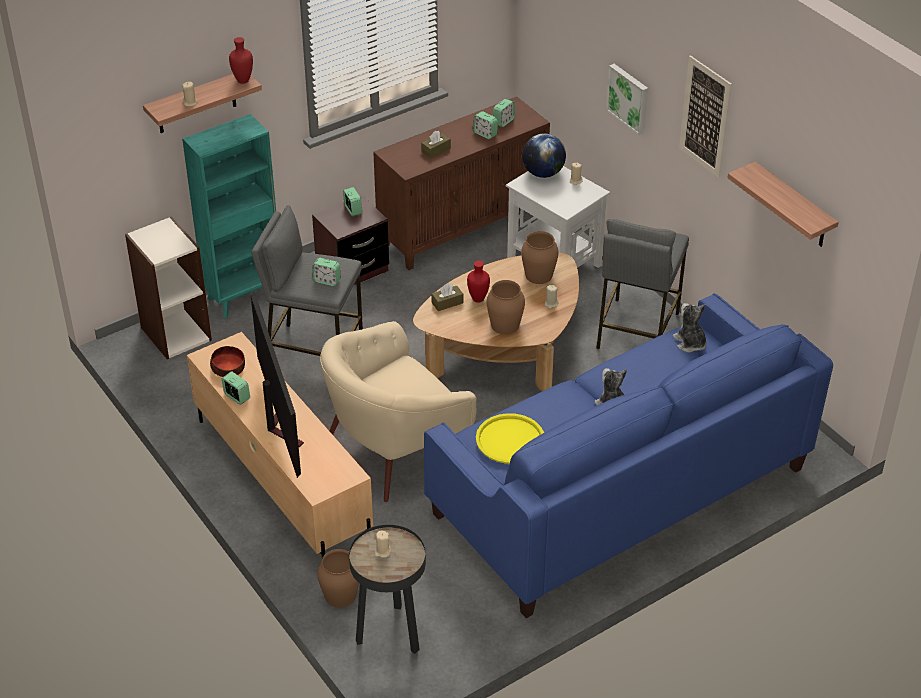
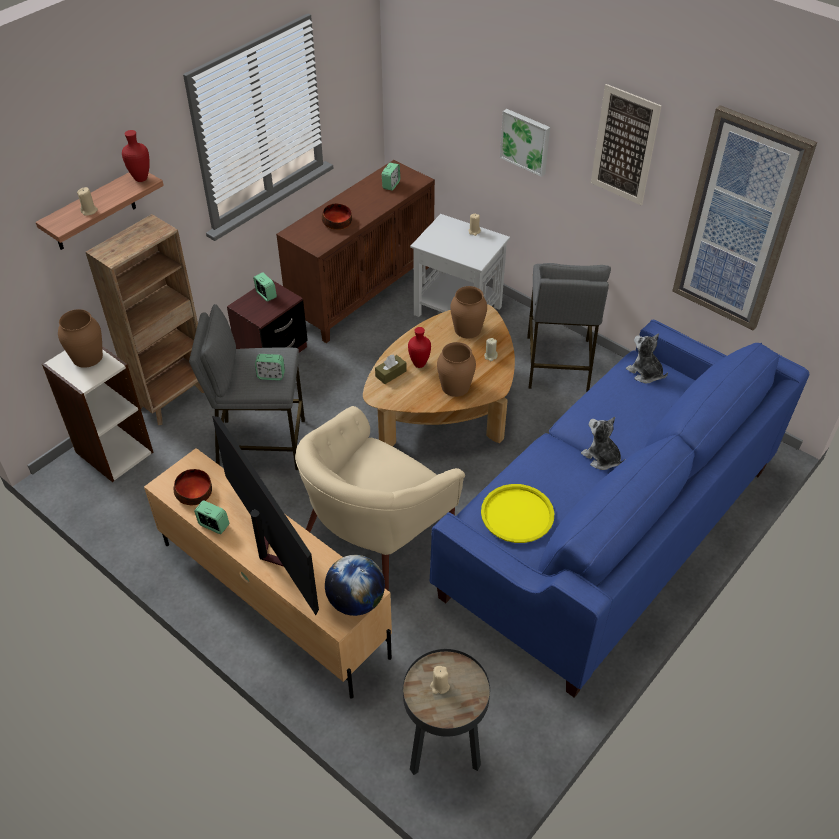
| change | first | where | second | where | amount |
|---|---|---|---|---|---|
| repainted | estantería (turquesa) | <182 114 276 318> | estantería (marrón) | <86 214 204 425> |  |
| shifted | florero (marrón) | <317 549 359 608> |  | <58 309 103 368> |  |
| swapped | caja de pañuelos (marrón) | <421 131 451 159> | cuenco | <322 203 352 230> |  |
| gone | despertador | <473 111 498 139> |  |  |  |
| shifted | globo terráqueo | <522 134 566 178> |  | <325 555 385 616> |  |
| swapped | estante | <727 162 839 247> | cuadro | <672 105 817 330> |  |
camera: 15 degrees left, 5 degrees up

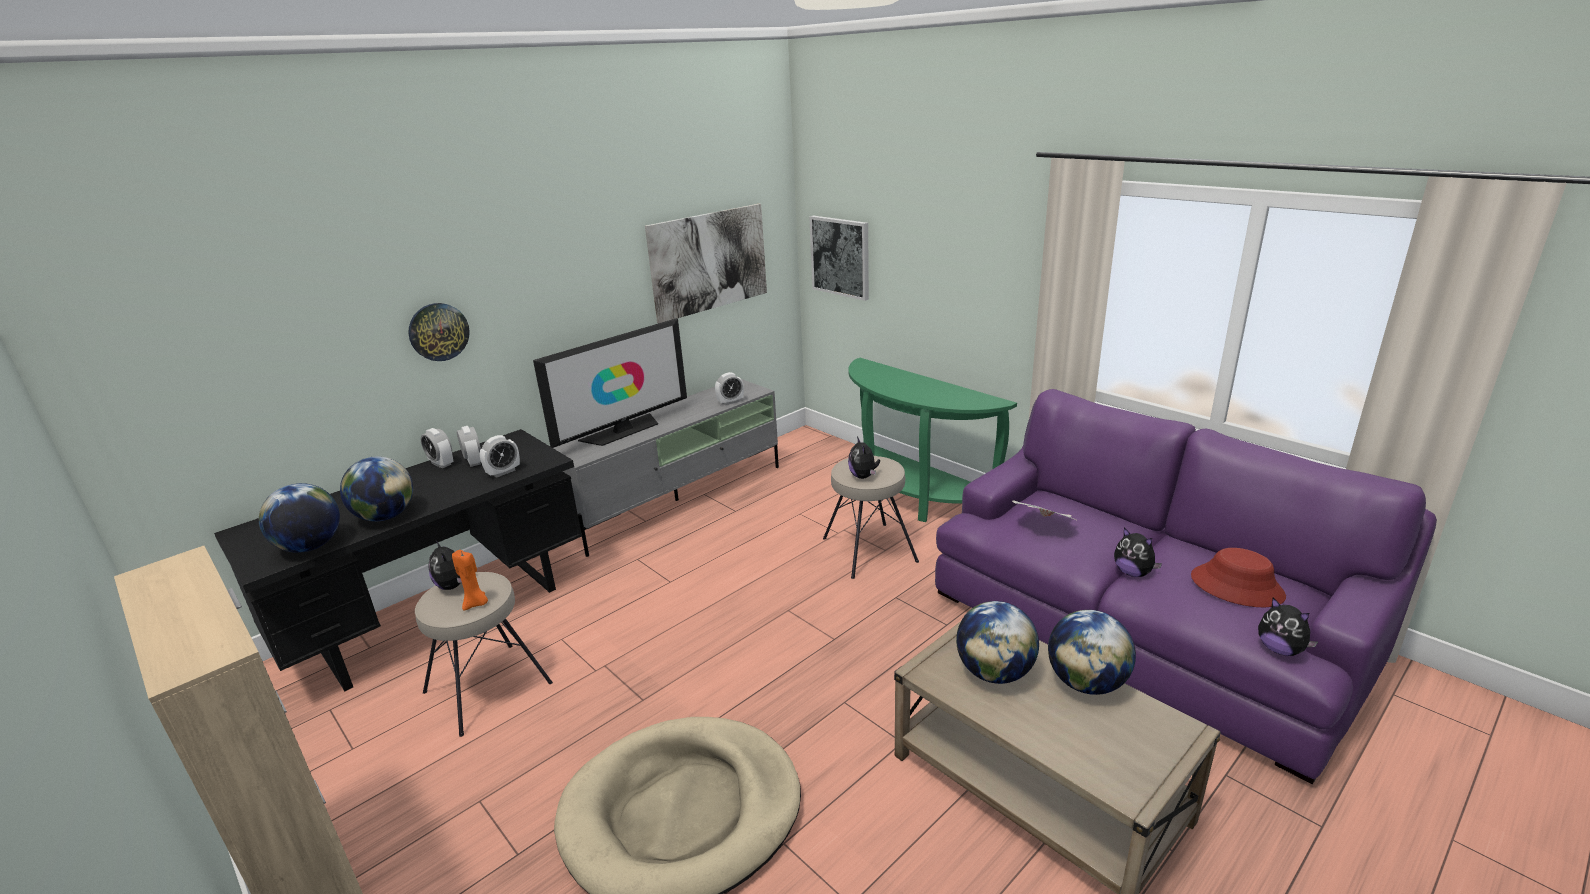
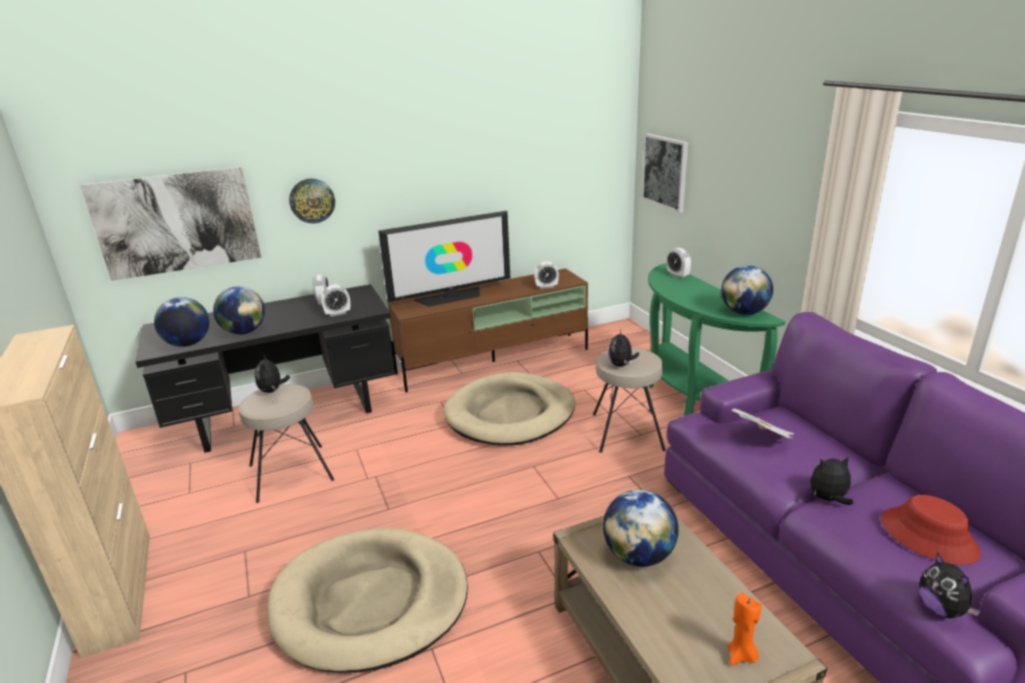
| change | first | where | second | where | amount |
|---|---|---|---|---|---|
| shifted | despertador | <421 428 454 468> |  | <667 248 691 278> |  |
| shifted | vela (naranja) | <452 550 488 611> |  | <727 592 762 665> |  |
| repainted | mueble de televisión (gris) | <554 379 779 557> | mueble de televisión (marrón) | <387 268 588 392> |  |
| shifted | cuadro | <645 204 767 323> |  | <80 167 261 281> |  |
| shifted | globo terráqueo | <1048 610 1136 695> |  | <721 265 773 315> |  |
| rotated | peluche | <1114 528 1162 577> |  | <810 456 853 505> | 105 degrees clockwise |
| new |  |  | cama para perro (beis) | <444 372 575 445> |  |
camera: 20 degrees right, 0 degrees up

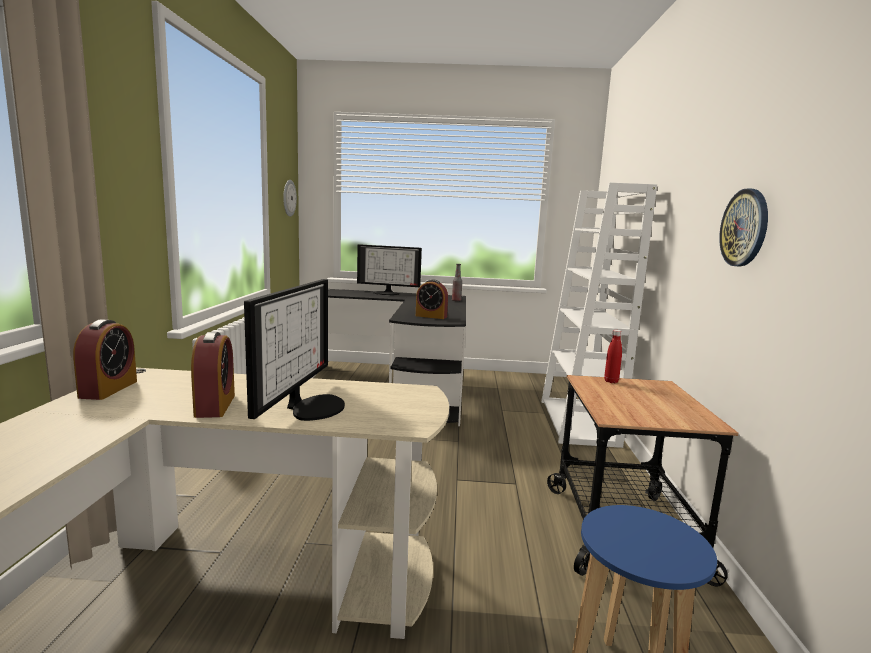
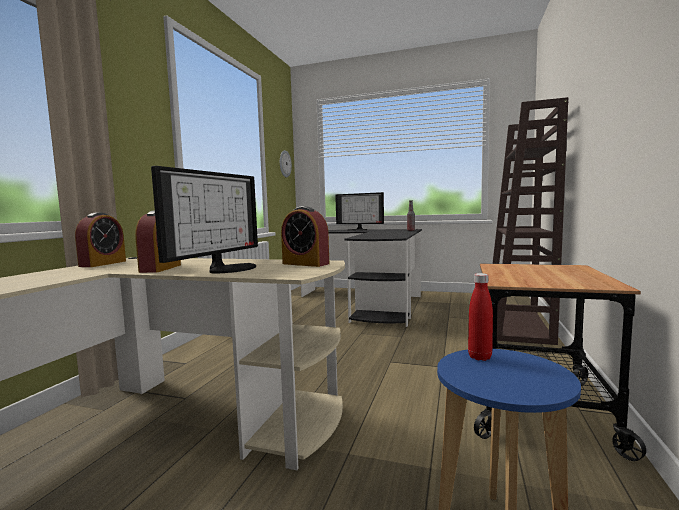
| change | first | where | second | where | amount |
|---|---|---|---|---|---|
| shifted | despertador | <416 279 448 319> |  | <281 206 329 267> |  |
| repainted | estantería (blanco) | <541 183 657 448> | estantería (marrón) | <492 97 568 345> |  |
| shifted | botella (rojo) | <604 330 622 383> |  | <468 273 493 361> |  |
| gone | reloj de pared | <719 188 768 267> |  |  |  |
camera: 15 degrees right, 5 degrees down

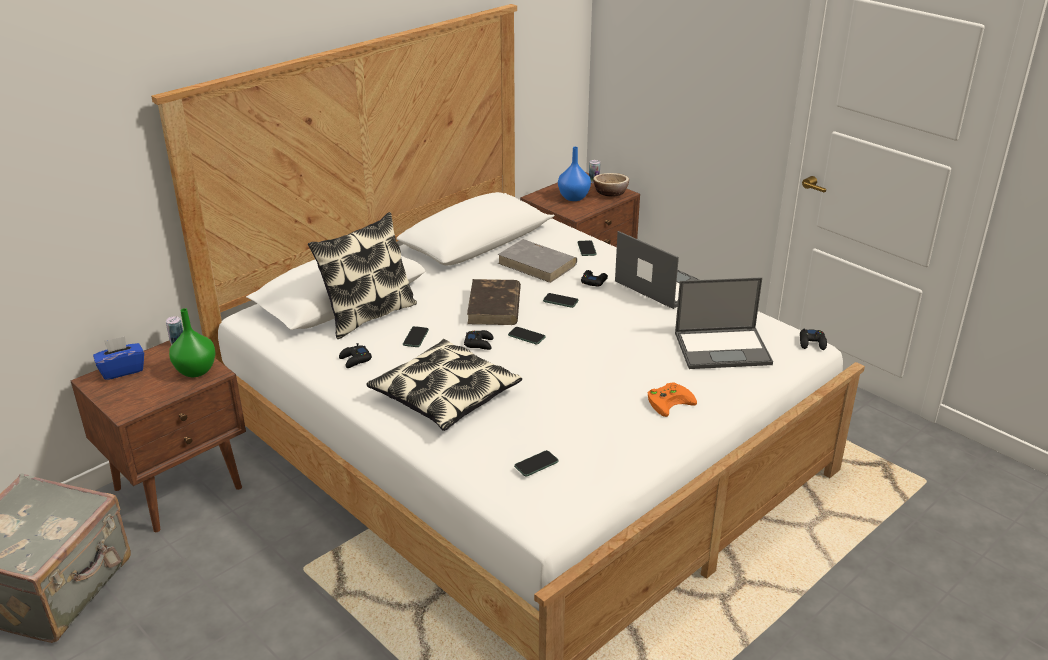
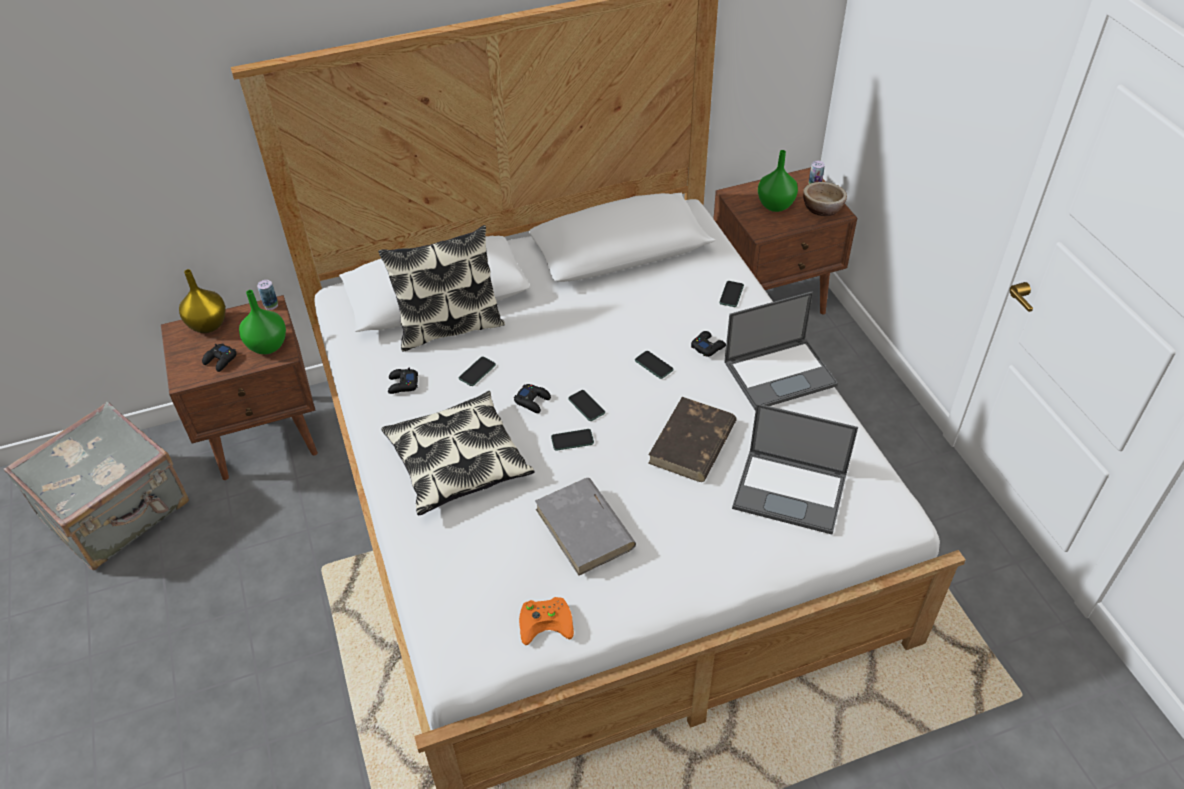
| change | first | where | second | where | amount |
|---|---|---|---|---|---|
| swapped | caja de pañuelos (azul) | <93 336 144 380> | florero (amarillo) | <179 269 226 333> |  |
| shifted | libro (marrón) | <467 279 521 325> |  | <648 397 737 482> |  |
| shifted | libro (gris) | <498 239 577 283> |  | <535 478 636 576> |  |
| shifted | móvil | <514 450 559 477> |  | <551 429 594 451> |  |
| repainted | florero (azul) | <558 147 591 201> | florero (verde) | <758 150 798 212> |  |
| rotated | portátil | <615 231 700 309> |  | <724 291 838 410> | 90 degrees clockwise |
| shifted | mando de consola (naranja) | <648 382 697 417> |  | <519 597 574 645> |  |
| shifted | mando de consola (negro) | <800 328 827 350> |  | <202 343 237 372> |  |
camera: 25 degrees right, 15 degrees up

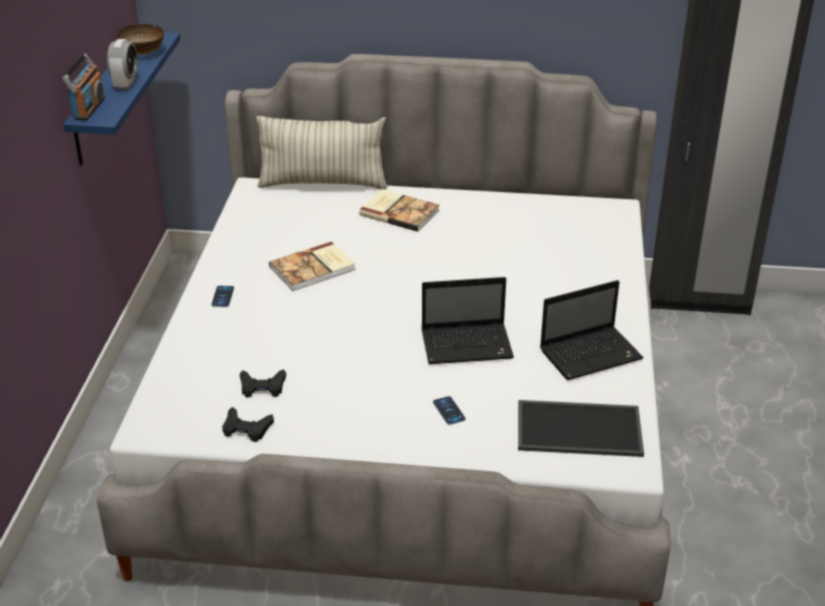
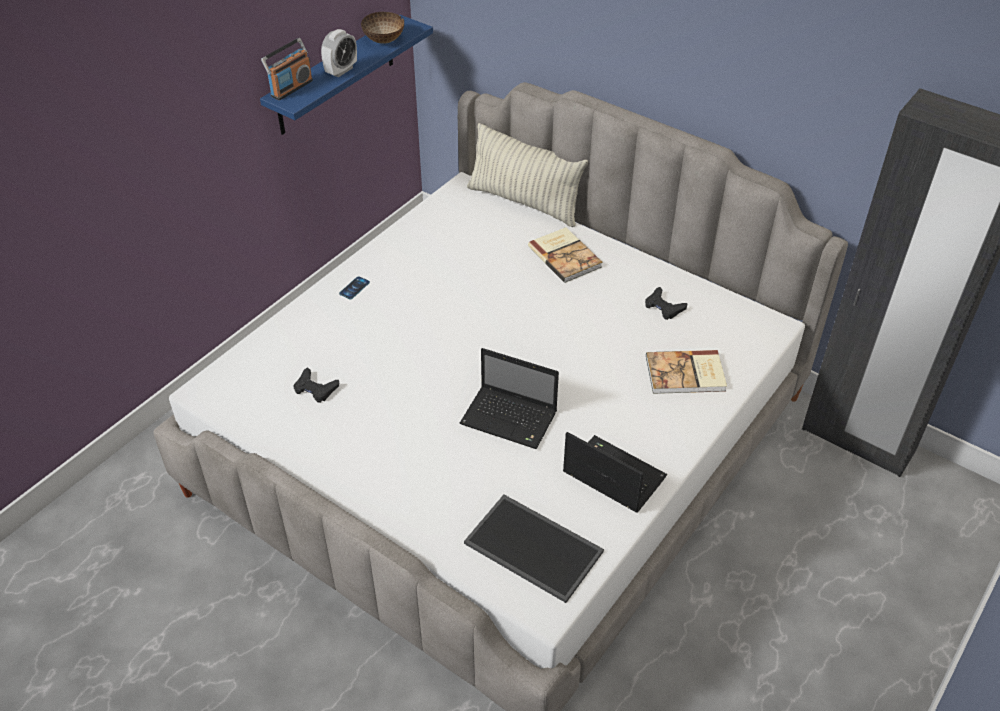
| change | first | where | second | where | amount |
|---|---|---|---|---|---|
| shifted | mando de consola (negro) | <222 407 274 442> |  | <645 287 688 320> |  |
| shifted | libro | <269 242 356 291> |  | <646 350 727 394> |  |
| gone | móvil | <433 396 466 425> |  |  |  |
| rotated | portátil | <540 280 644 380> |  | <563 432 667 513> | 150 degrees counterclockwise |
camera: 30 degrees right, 10 degrees up

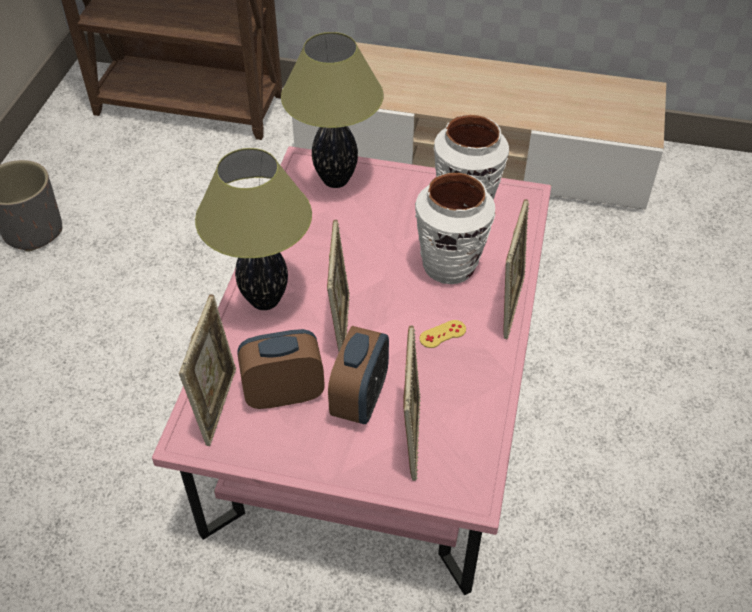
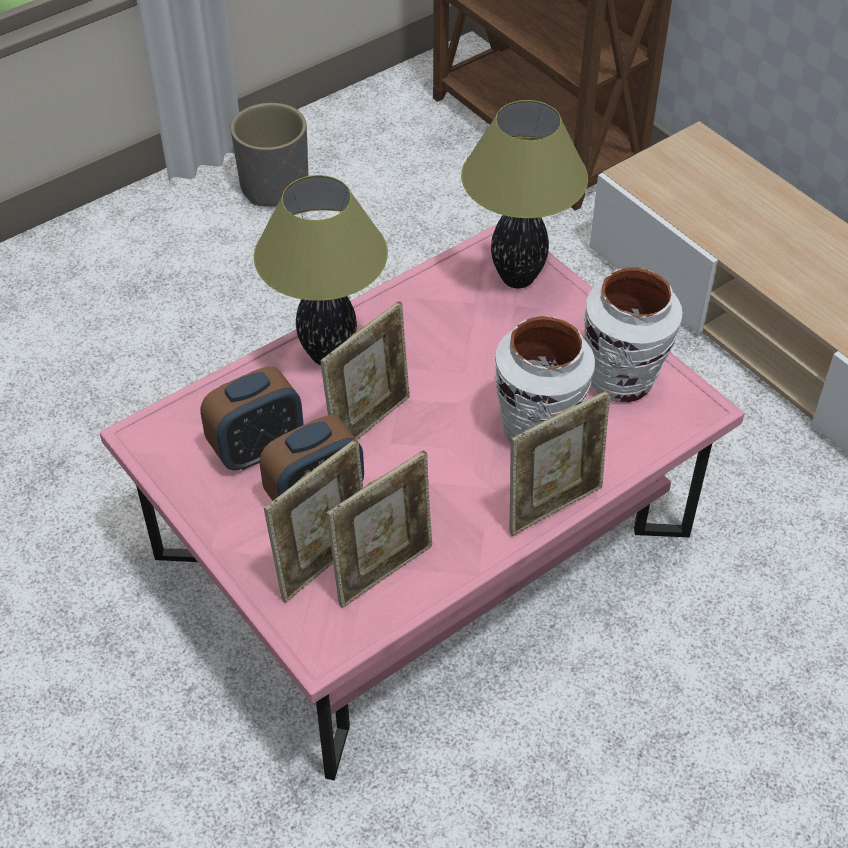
| change | first | where | second | where | amount |
|---|---|---|---|---|---|
| shifted | portarretratos | <179 294 236 446> |  | <326 450 432 608> |  |
| rotated | despertador | <237 329 325 409> |  | <200 366 304 470> | 120 degrees clockwise |
| gone | mando de consola (amarillo) | <420 320 466 348> |  |  |  |
camera: 40 degrees right, 0 degrees up

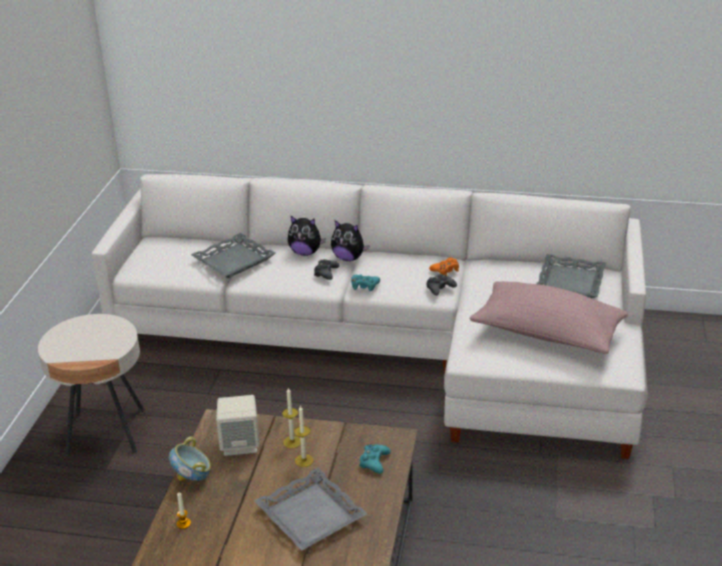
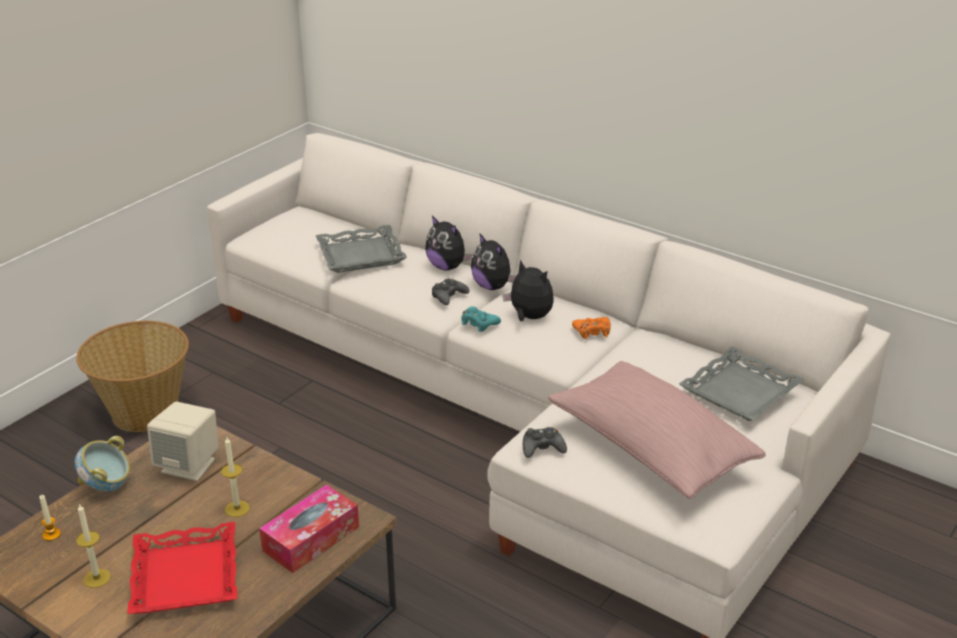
| change | first | where | second | where | amount |
|---|---|---|---|---|---|
| swapped | mesa auxiliar (beis) | <38 314 144 457> | cesta | <76 321 189 432> |  |
| repainted | bandeja (gris) | <254 468 368 551> | bandeja (rojo) | <127 522 237 614> |  |
| shifted | vela | <282 388 301 448> |  | <76 503 111 588> |  |
| swapped | mando de consola (turquesa) | <359 443 391 474> | caja de pañuelos | <259 485 359 573> |  |
| shifted | mando de consola (negro) | <427 274 457 296> |  | <523 427 567 458> |  |
| new |  |  | peluche | <503 260 554 321> |  |
camera: 25 degrees right, 0 degrees up

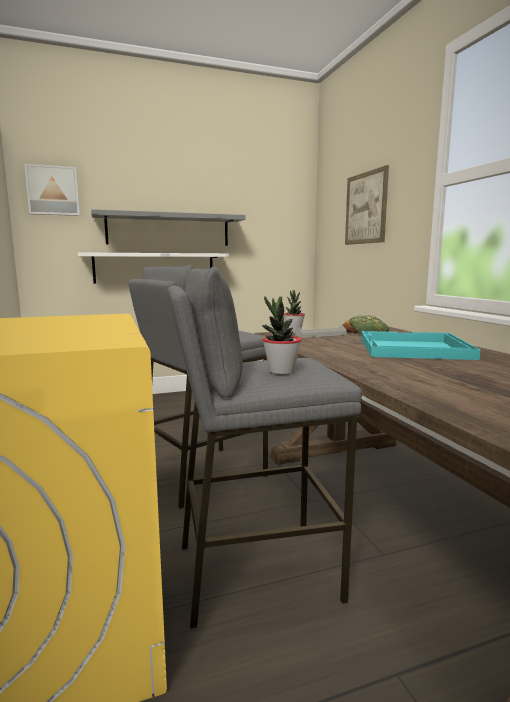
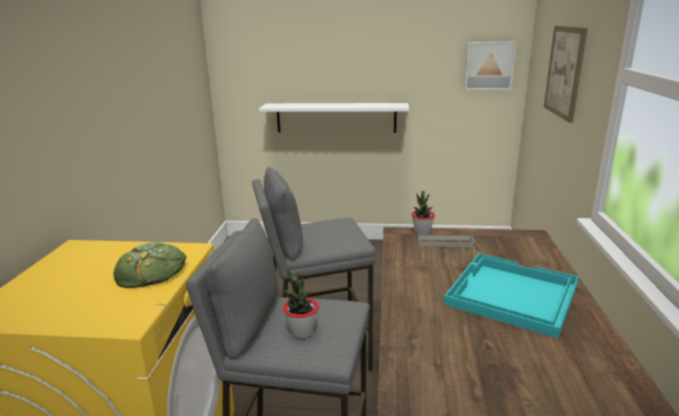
| change | first | where | second | where | amount |
|---|---|---|---|---|---|
| shifted | cuadro | <24 164 80 216> |  | <464 41 516 90> |  |
| gone | estante (gris) | <91 209 246 246> |  |  |  |
| shifted | pan | <343 315 389 334> |  | <113 242 187 288> |  |
camera: 25 degrees right, 10 degrees up

